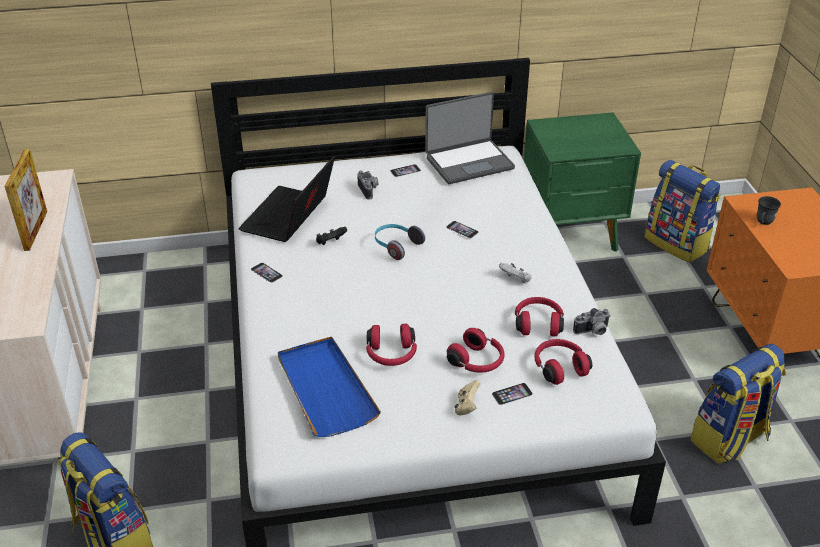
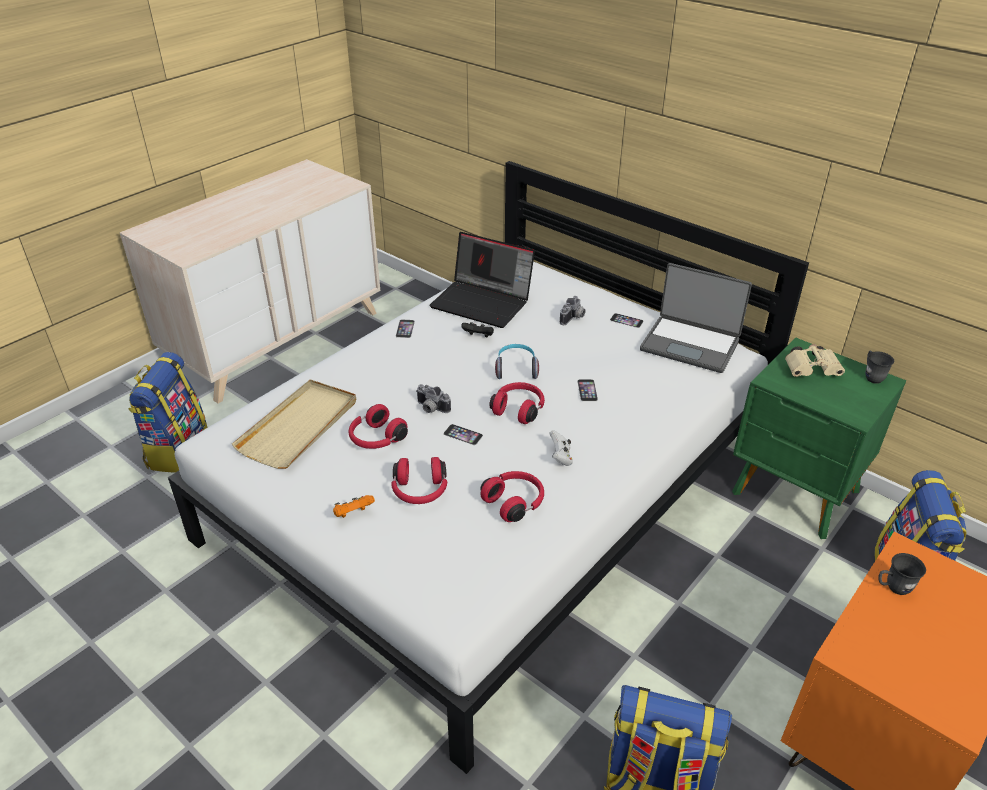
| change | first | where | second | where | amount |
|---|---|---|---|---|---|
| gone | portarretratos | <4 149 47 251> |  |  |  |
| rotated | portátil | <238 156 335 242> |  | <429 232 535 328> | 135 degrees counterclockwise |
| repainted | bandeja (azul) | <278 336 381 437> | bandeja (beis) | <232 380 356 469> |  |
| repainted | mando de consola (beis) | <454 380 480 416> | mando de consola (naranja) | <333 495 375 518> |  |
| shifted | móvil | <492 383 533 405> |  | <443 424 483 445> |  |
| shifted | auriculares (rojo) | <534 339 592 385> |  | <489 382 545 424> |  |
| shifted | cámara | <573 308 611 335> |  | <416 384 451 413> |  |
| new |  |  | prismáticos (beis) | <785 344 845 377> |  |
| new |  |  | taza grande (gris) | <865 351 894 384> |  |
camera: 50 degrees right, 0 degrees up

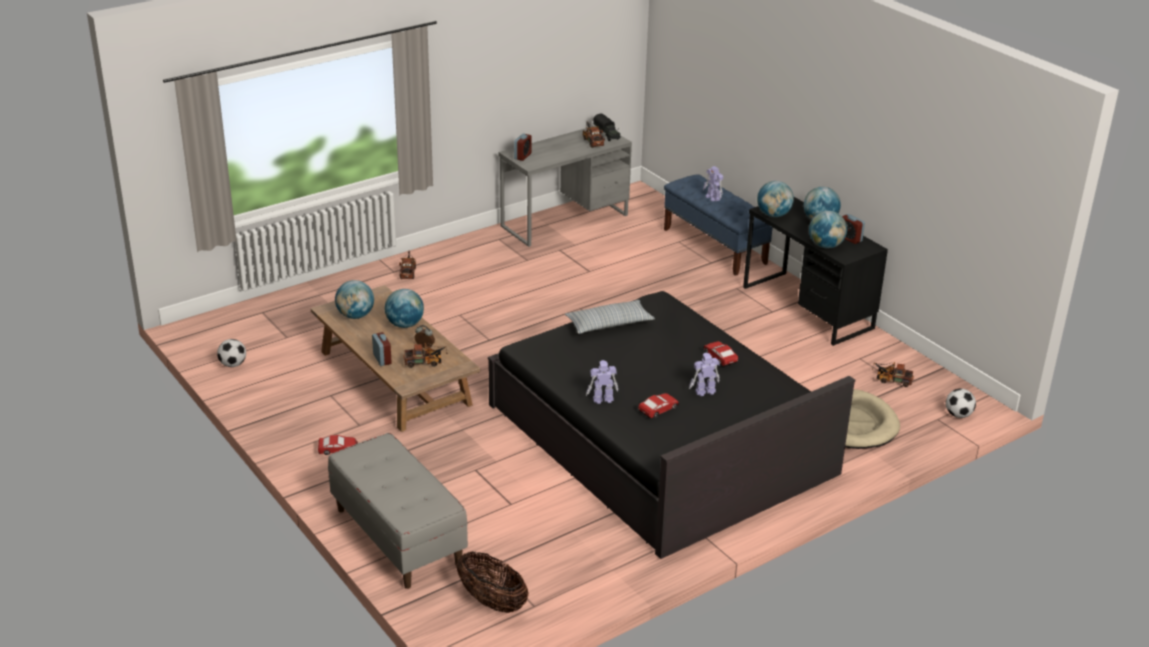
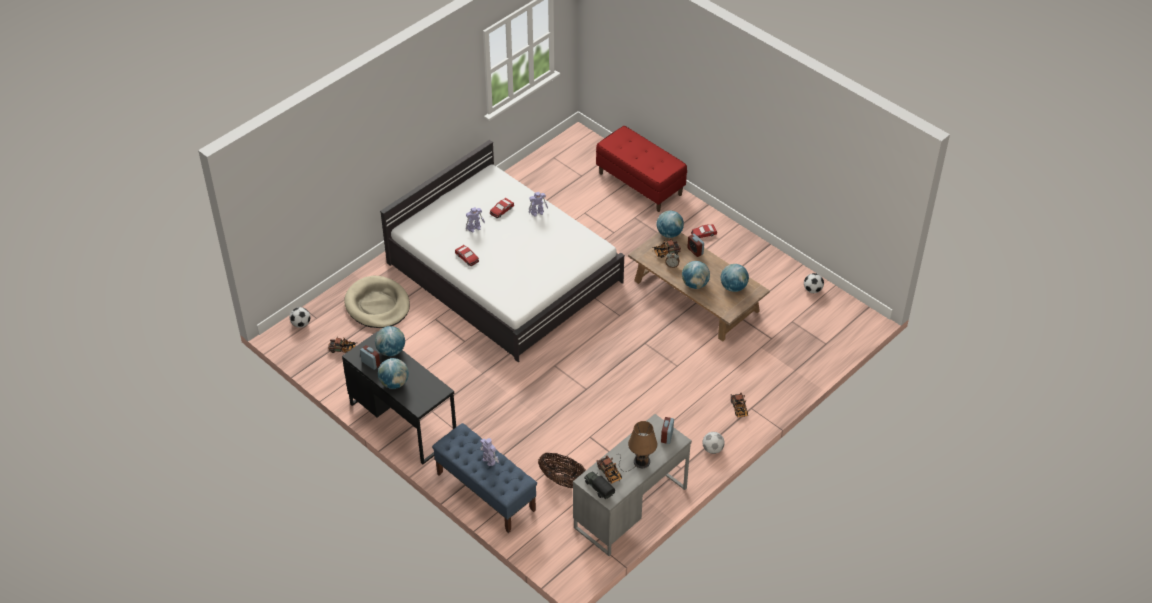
| change | first | where | second | where | amount |
|---|---|---|---|---|---|
| repainted | banco (gris) | <328 433 468 589> | banco (rojo) | <596 126 687 212> |  |
| shifted | cesta | <456 551 529 613> |  | <538 452 586 488> |  |
| repainted | cama (negro) | <488 291 855 559> | cama (blanco) | <380 140 625 362> |  |
| gone | cojín | <565 300 655 334> |  |  |  |
| shifted | globo terráqueo | <757 181 794 217> |  | <657 211 684 238> |  |
| new |  |  | lámpara de mesa (marrón) | <616 421 658 472> |  |
| new |  |  | balón de fútbol | <702 432 725 454> |  |
camera: 170 degrees right, 15 degrees up

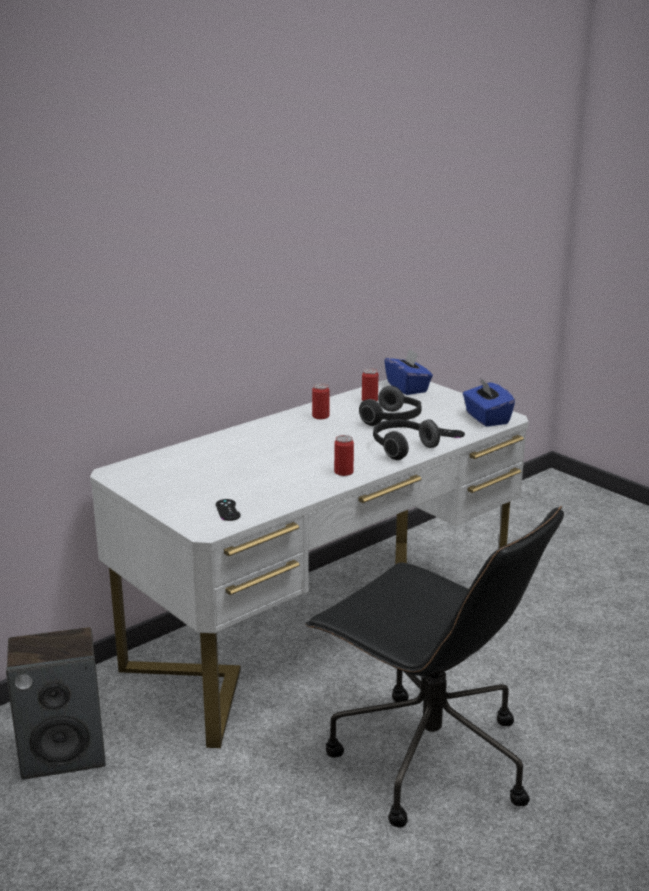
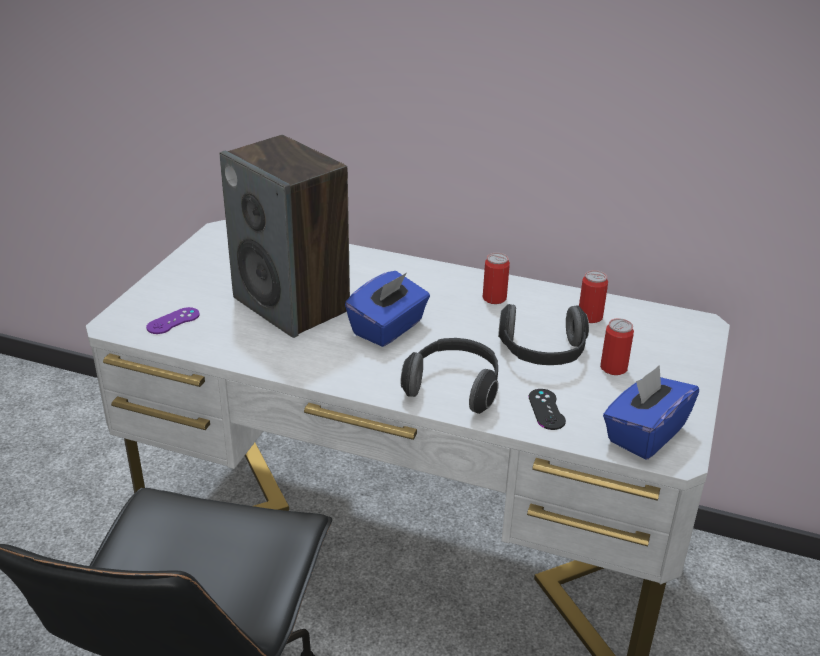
| change | first | where | second | where | amount |
|---|---|---|---|---|---|
| shifted | altavoz | <6 627 105 780> |  | <220 135 350 338> |  |
| repainted | mando de consola (negro) | <216 499 241 521> | mando de consola (morado) | <146 307 200 334> |  |
| shifted | lata | <334 435 354 476> |  | <600 318 634 375> |  |
| shifted | caja de pañuelos (azul) | <384 348 433 395> |  | <345 271 430 347> |  |
camera: 60 degrees right, 10 degrees up

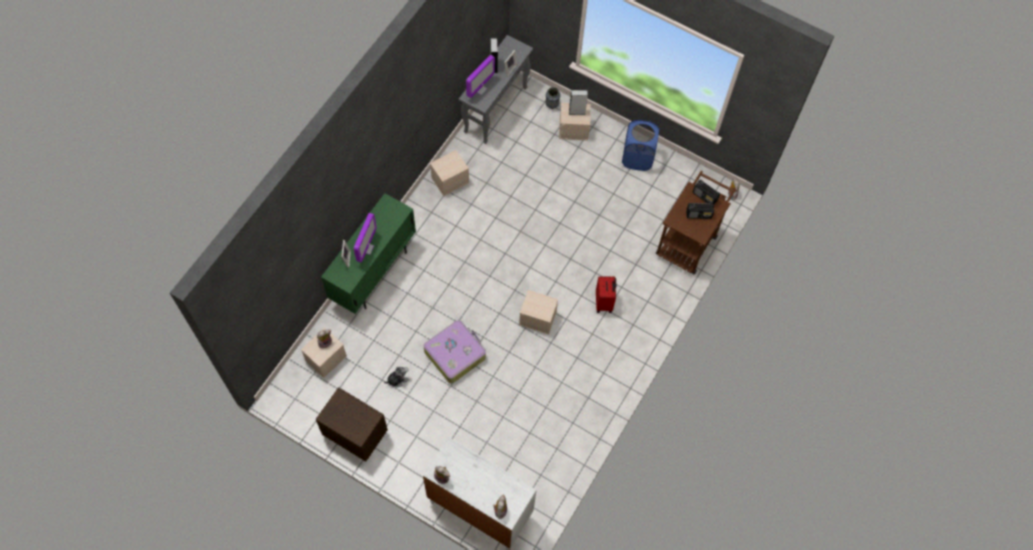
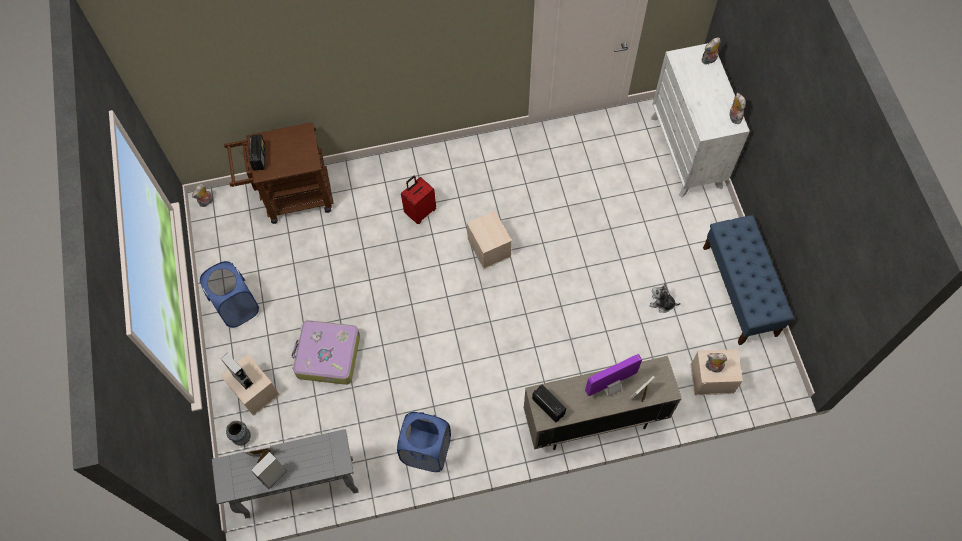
| change | first | where | second | where | amount |
|---|---|---|---|---|---|
| swapped | mesita de noche (marrón) | <316 387 388 462> | banco (azul) | <703 215 794 345> |  |
| repainted | armario (verde) | <321 193 416 314> | armario (beis) | <524 356 682 450> |  |
| shifted | maleta | <424 320 486 383> |  | <291 320 360 385> |  |
| swapped | caja de almacenaje (beis) | <430 150 469 196> | cesto de la ropa (azul) | <397 412 451 472> |  |
| gone | monitor | <466 55 495 98> |  |  |  |
| shifted | radio | <686 203 714 219> |  | <532 385 566 422> |  |
camera: 130 degrees left, 0 degrees up

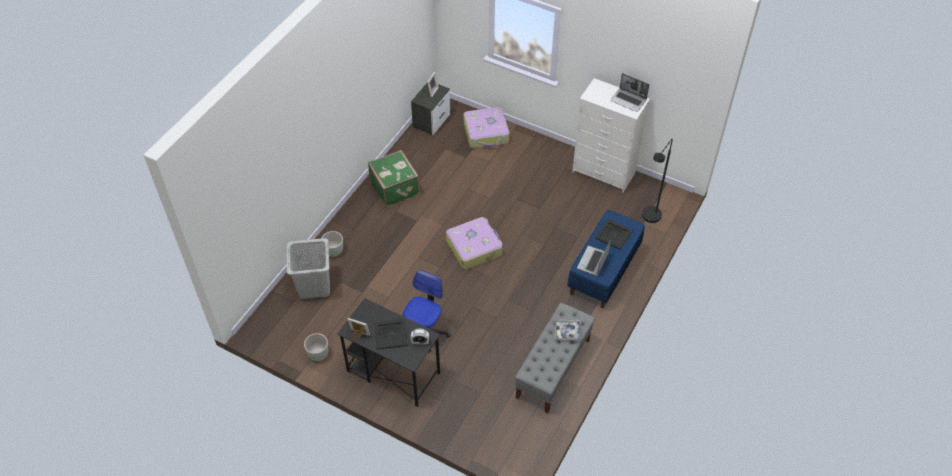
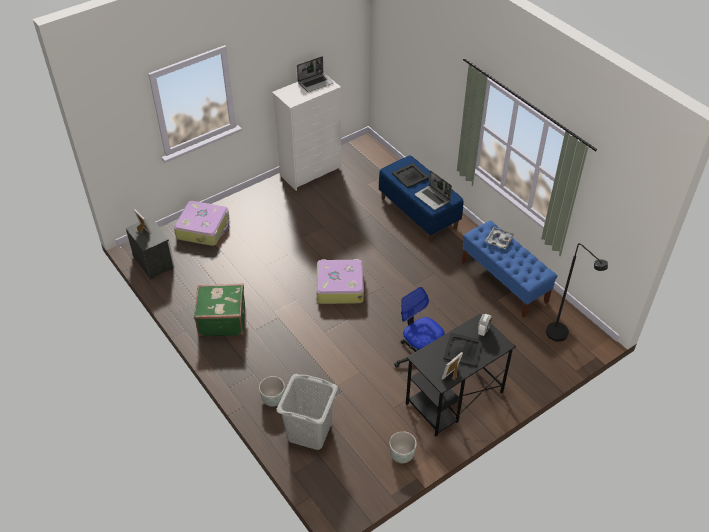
| change | first | where | second | where | amount |
|---|---|---|---|---|---|
| repainted | banco (gris) | <515 303 595 414> | banco (azul) | <462 221 557 318> |  |
| shifted | lámpara de pie (negro) | <642 139 673 223> |  | <546 243 608 342> |  |
camera: 65 degrees left, 5 degrees down

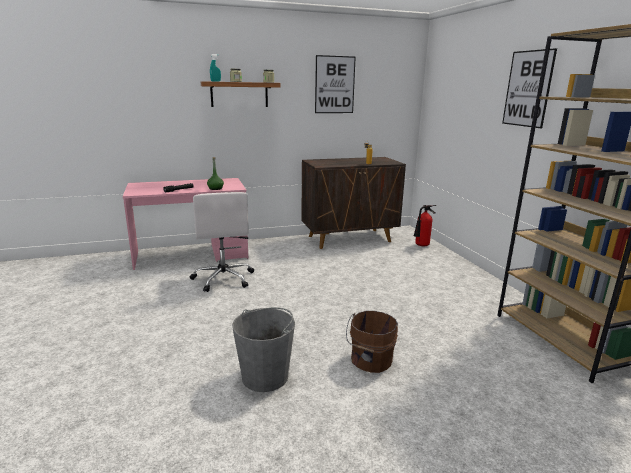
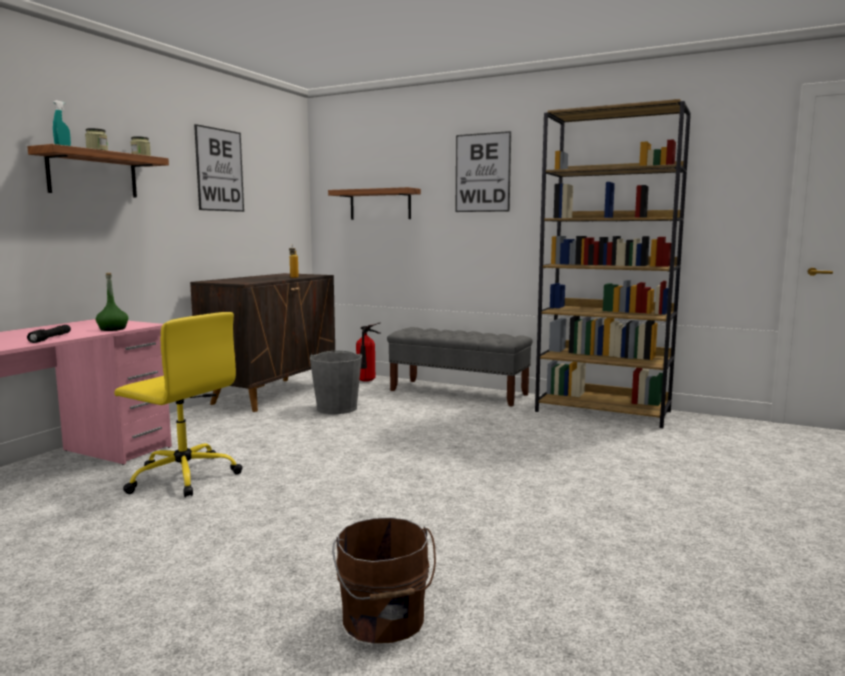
| change | first | where | second | where | amount |
|---|---|---|---|---|---|
| repainted | silla de oficina (blanco) | <190 192 254 292> | silla de oficina (amarillo) | <114 312 243 498> |  |
| shifted | cubo (gris) | <232 307 295 392> |  | <310 350 362 414> |  |
| shifted | cubo (marrón) | <346 311 398 373> |  | <332 518 436 643> |  |
| new |  |  | estante | <328 187 421 220> |  |
| new |  |  | banco (gris) | <387 327 533 406> |  |
camera: 45 degrees left, 10 degrees down

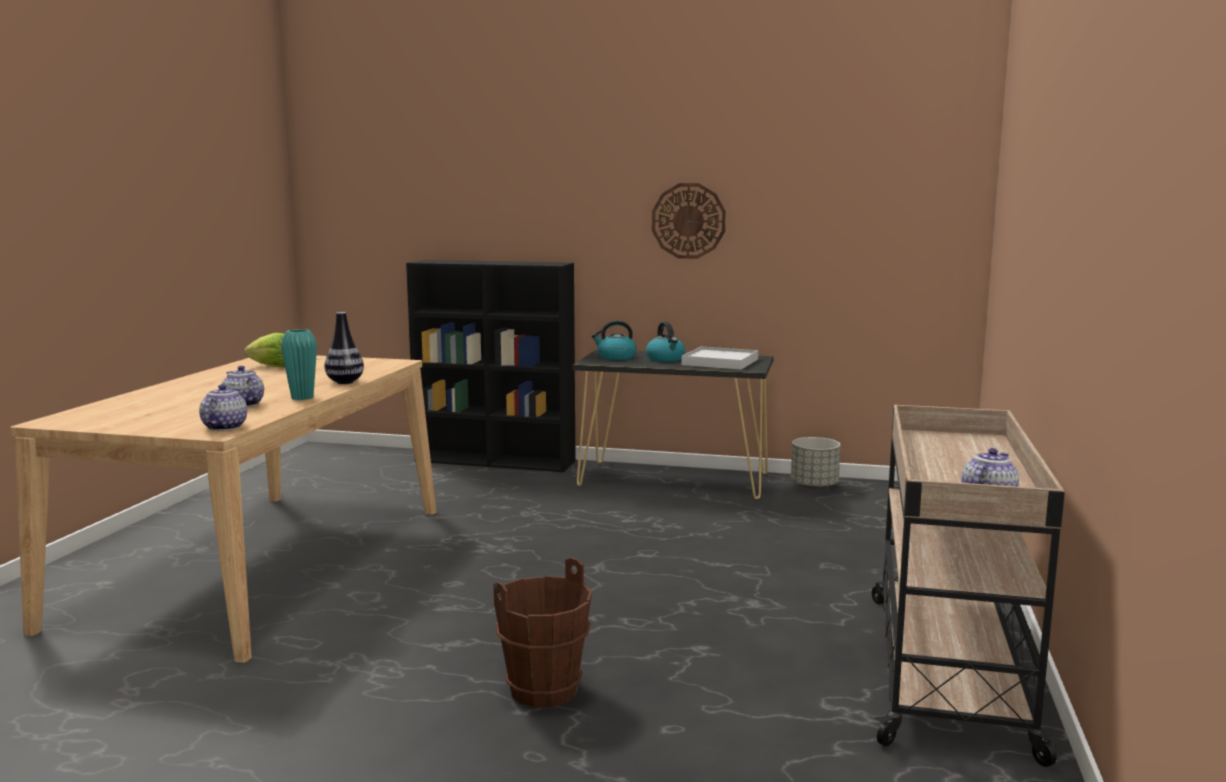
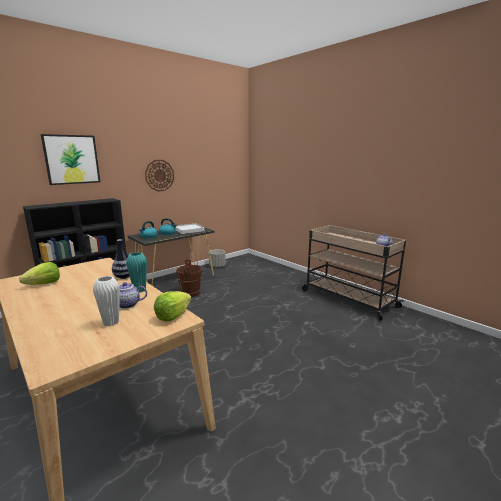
| change | first | where | second | where | amount |
|---|---|---|---|---|---|
| swapped | tetera | <199 384 247 431> | lechuga | <154 291 191 322> |  |
| shifted | cubo (marrón) | <493 558 592 708> |  | <176 259 202 297> |  |
| new |  |  | cuadro | <41 134 100 185> |  |
| new |  |  | florero (blanco) | <93 276 120 326> |  |
camera: 55 degrees left, 5 degrees up

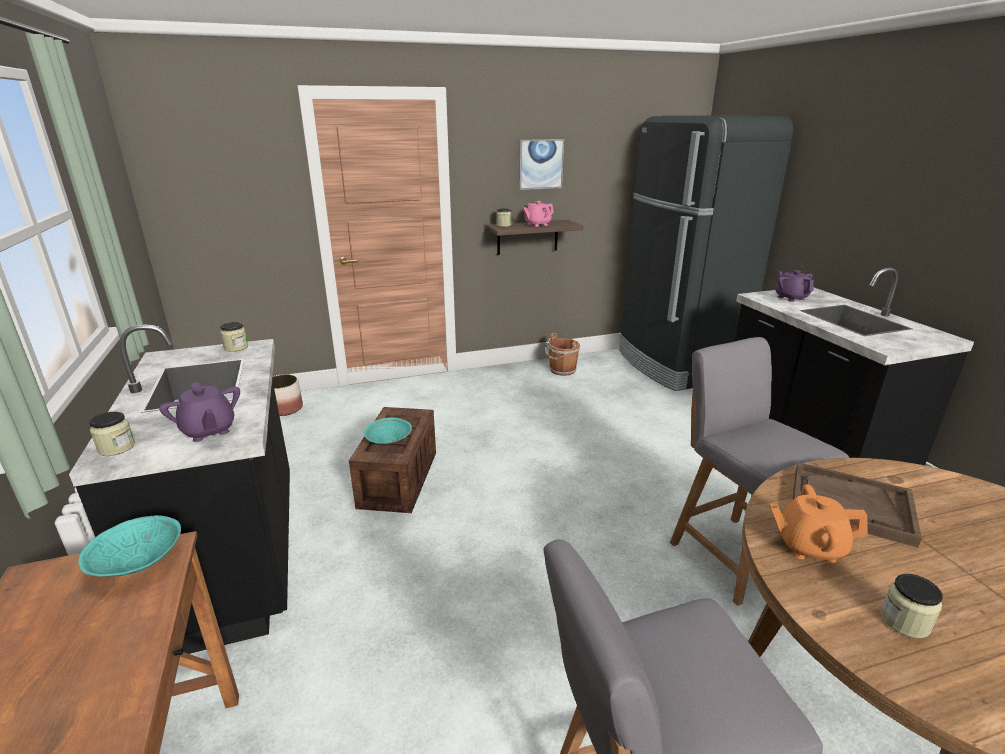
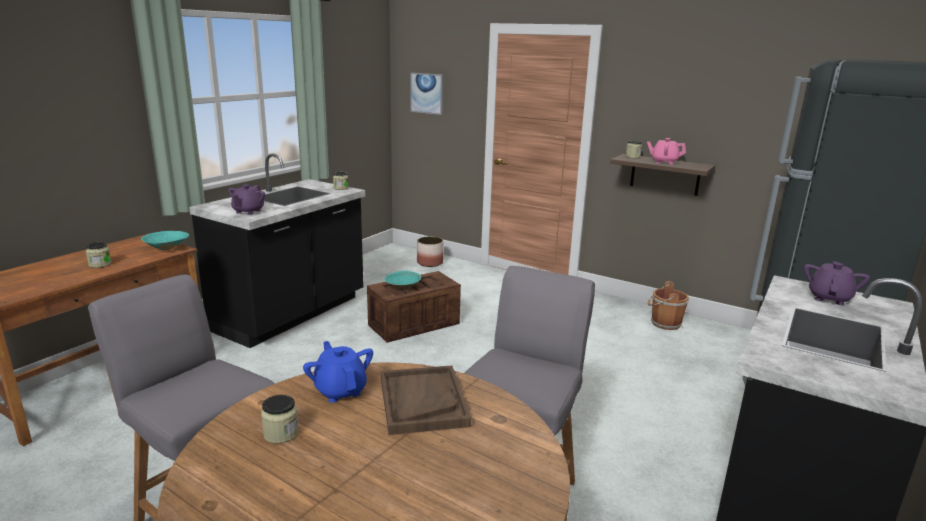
| change | first | where | second | where | amount |
|---|---|---|---|---|---|
| shifted | tarro | <89 412 135 456> |  | <86 242 111 268> |  |
| shifted | cuadro | <519 139 564 190> |  | <410 73 443 115> |  |
| repainted | tetera (naranja) | <770 484 868 563> | tetera (azul) | <303 341 373 403> |  |
camera: 50 degrees right, 5 degrees down

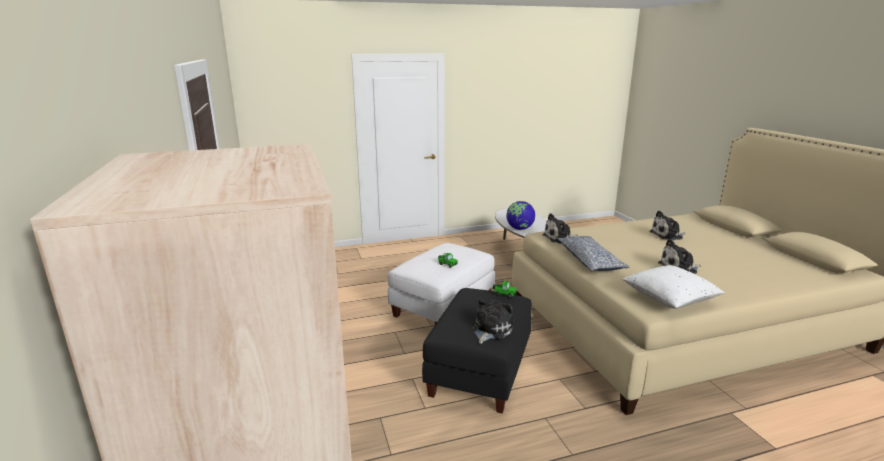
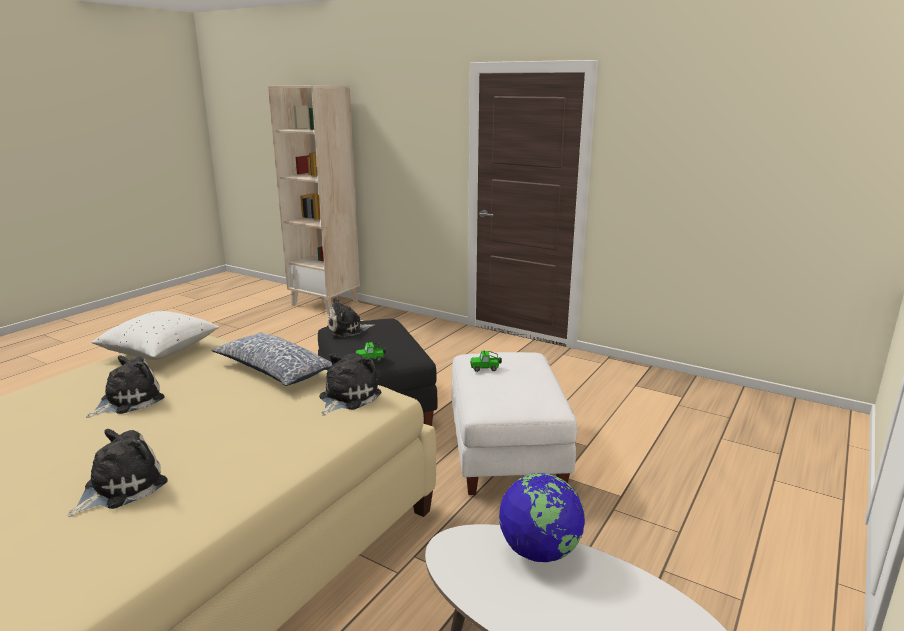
| change | first | where | second | where | amount |
|---|---|---|---|---|---|
| rotated | peluche | <472 299 514 344> |  | <327 297 375 337> | 75 degrees clockwise |
camera: 140 degrees right, 0 degrees up

